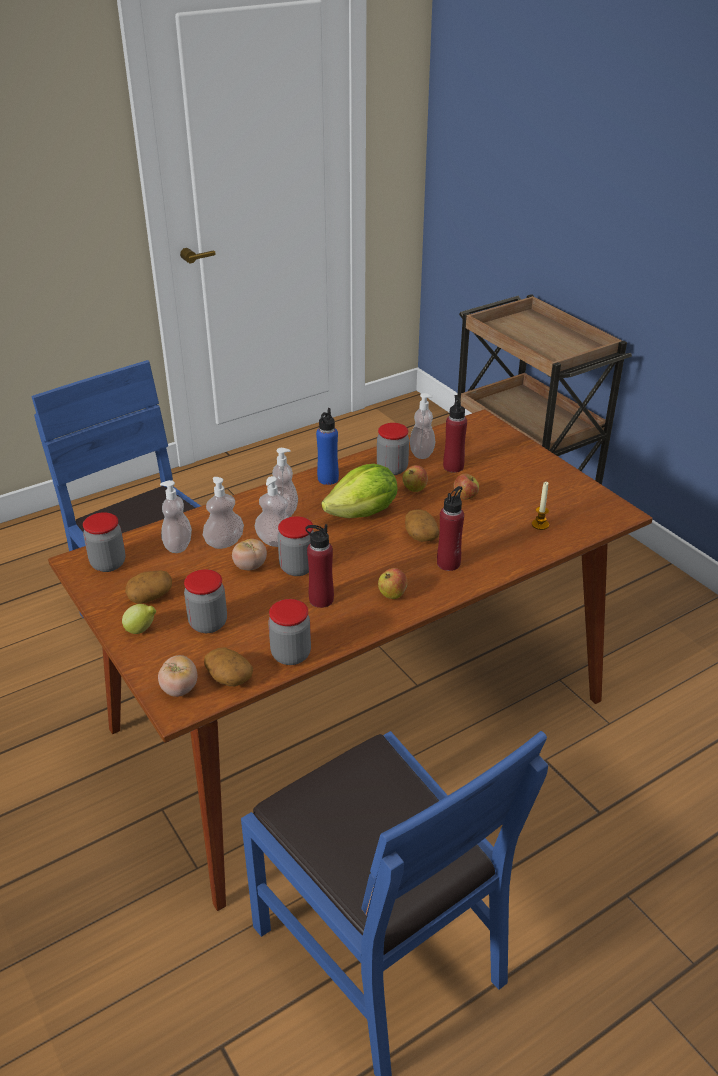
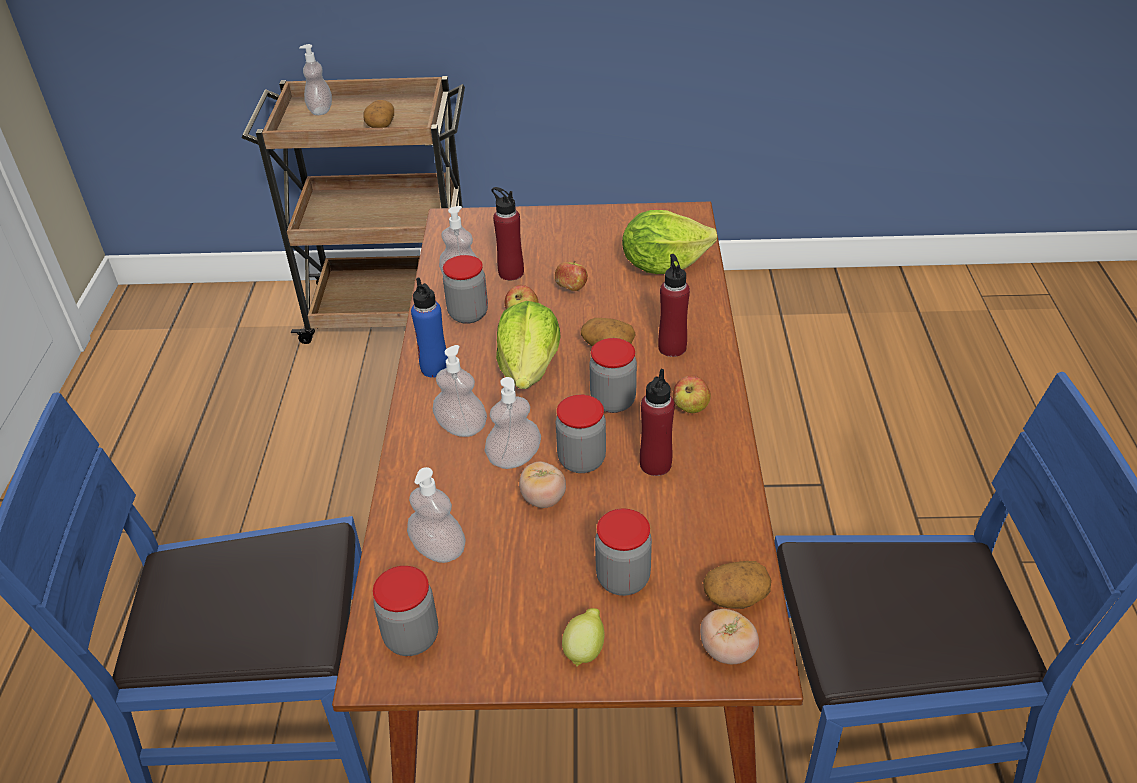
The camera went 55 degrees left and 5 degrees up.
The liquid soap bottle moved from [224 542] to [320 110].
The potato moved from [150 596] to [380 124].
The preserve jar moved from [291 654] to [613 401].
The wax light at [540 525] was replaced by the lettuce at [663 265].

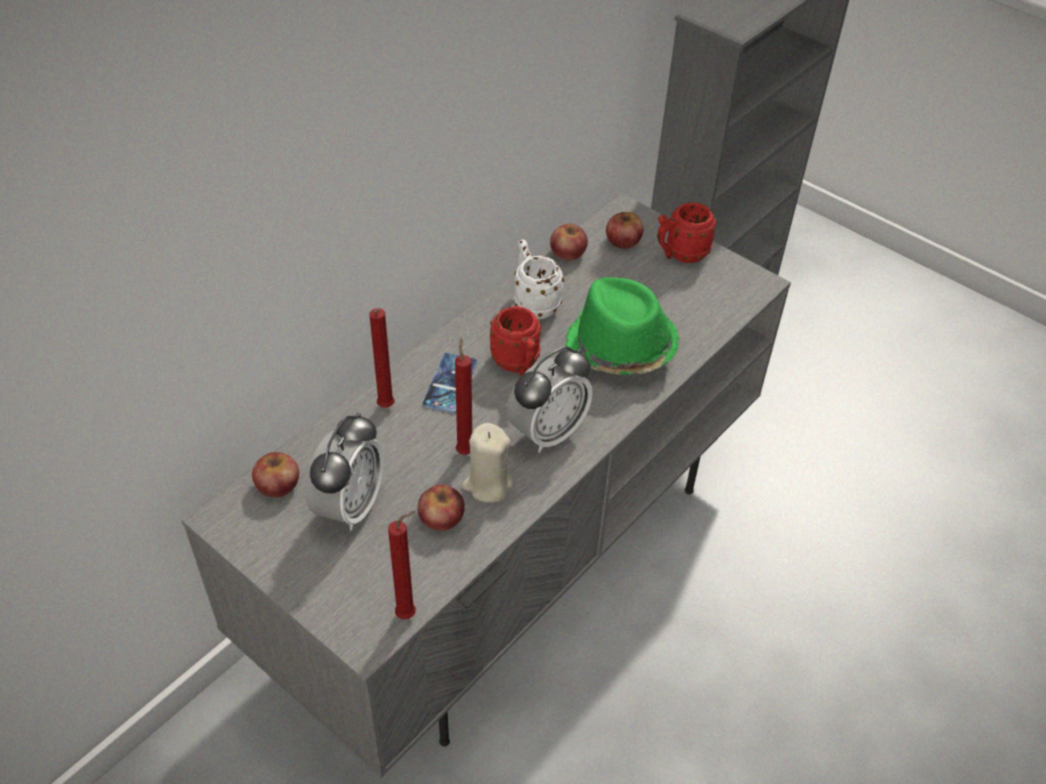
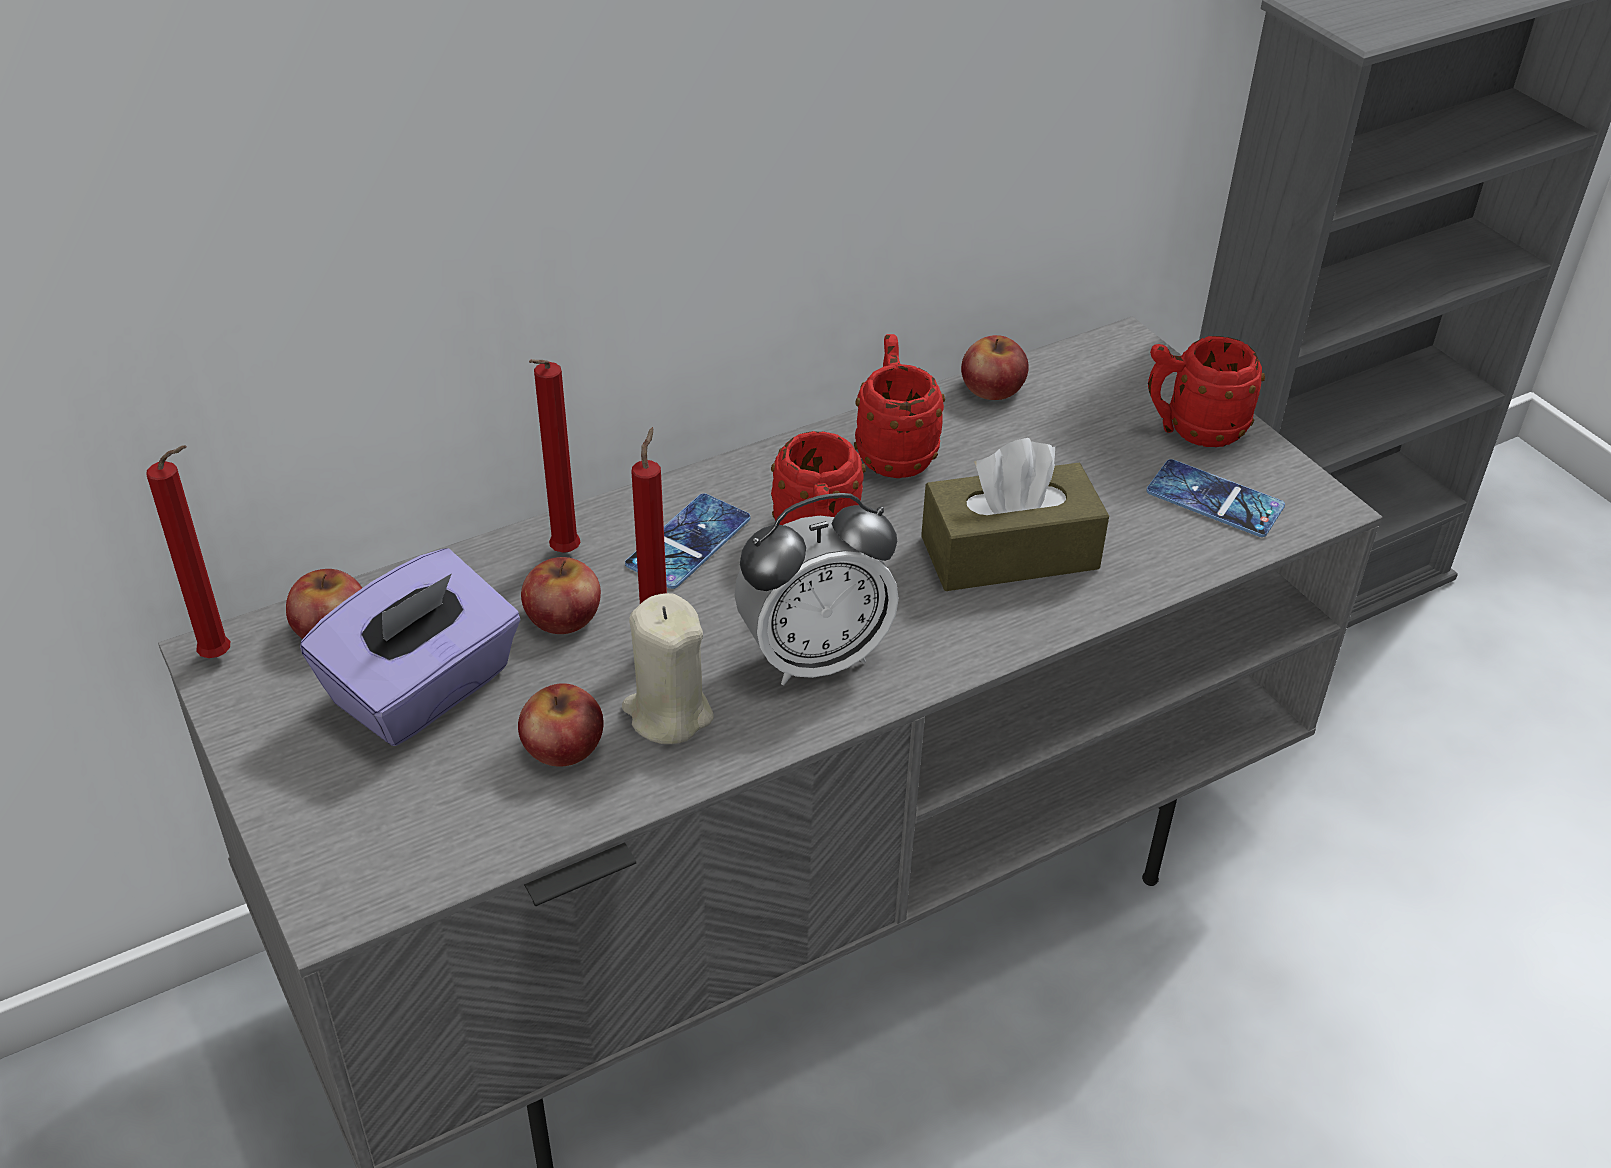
The camera went 20 degrees right and 5 degrees down.
The wax light (red-coloured) moved from [409 614] to [222 657].
The table clock at [349 506] was replaced by the box of tissues (purple) at [424 689].
The whole apple moved from [623 240] to [563 616].
The mug (white) at [533 302] became the mug (red-coloured) at [893 450].
The wearable hat (green) at [619 348] was replaced by the box of tissues (brown) at [1009 553].
The telephone at [1214 499] appeared.

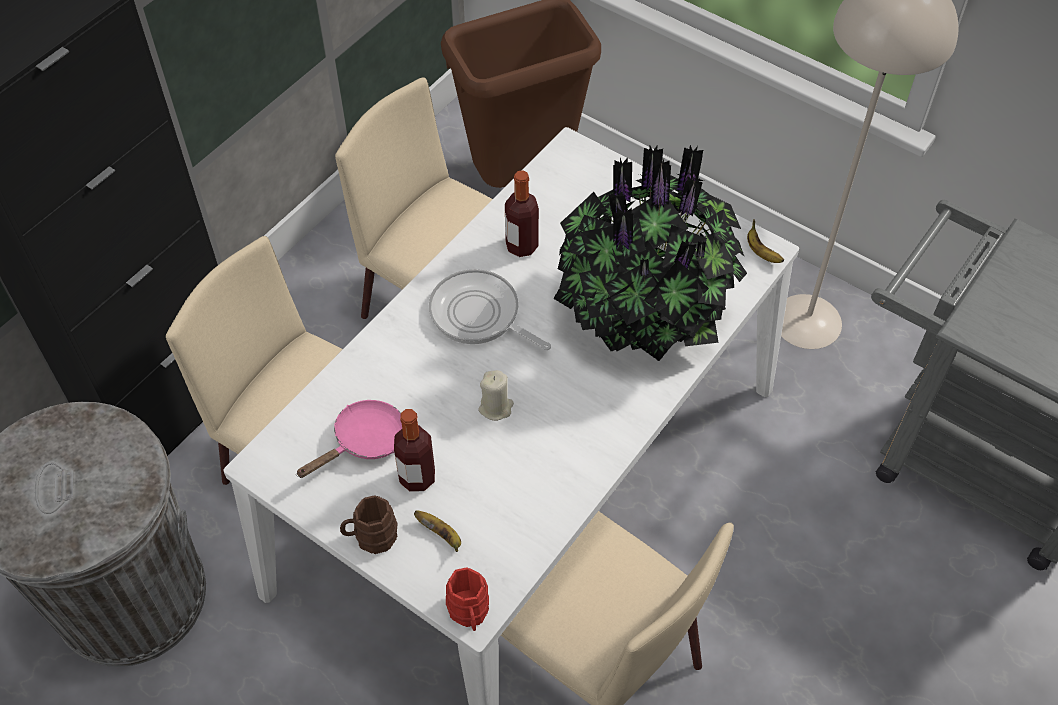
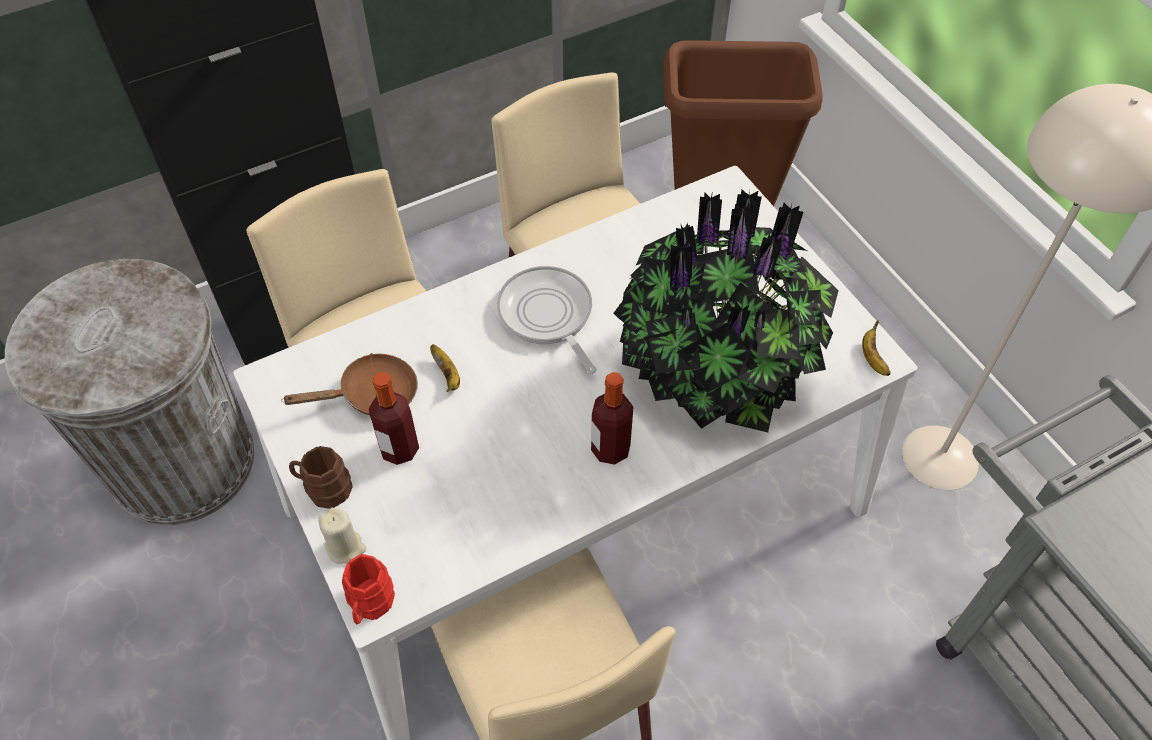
The camera went 25 degrees right and 0 degrees up.
The skillet (pink-coloured) at [364 441] became the skillet (brown) at [371 395].
The wax light (beige) moved from [496 407] to [345 547].
The whole banana moved from [441 534] to [447 375].
The drink bottle moved from [521 246] to [610 449].

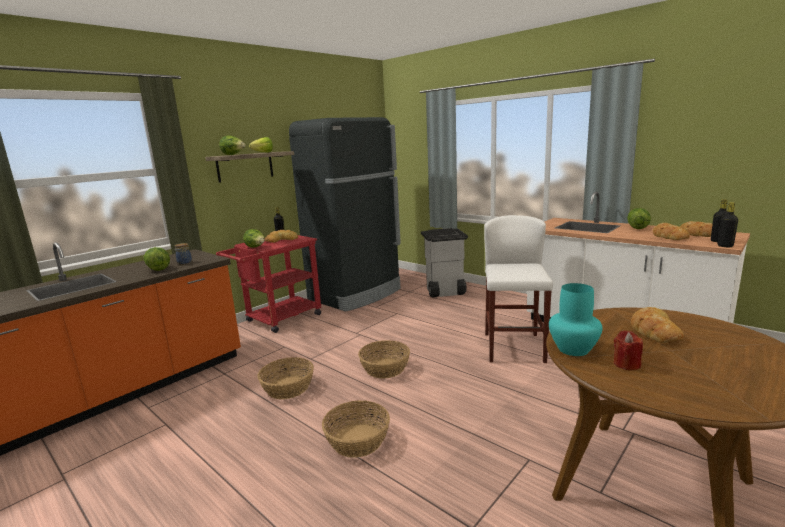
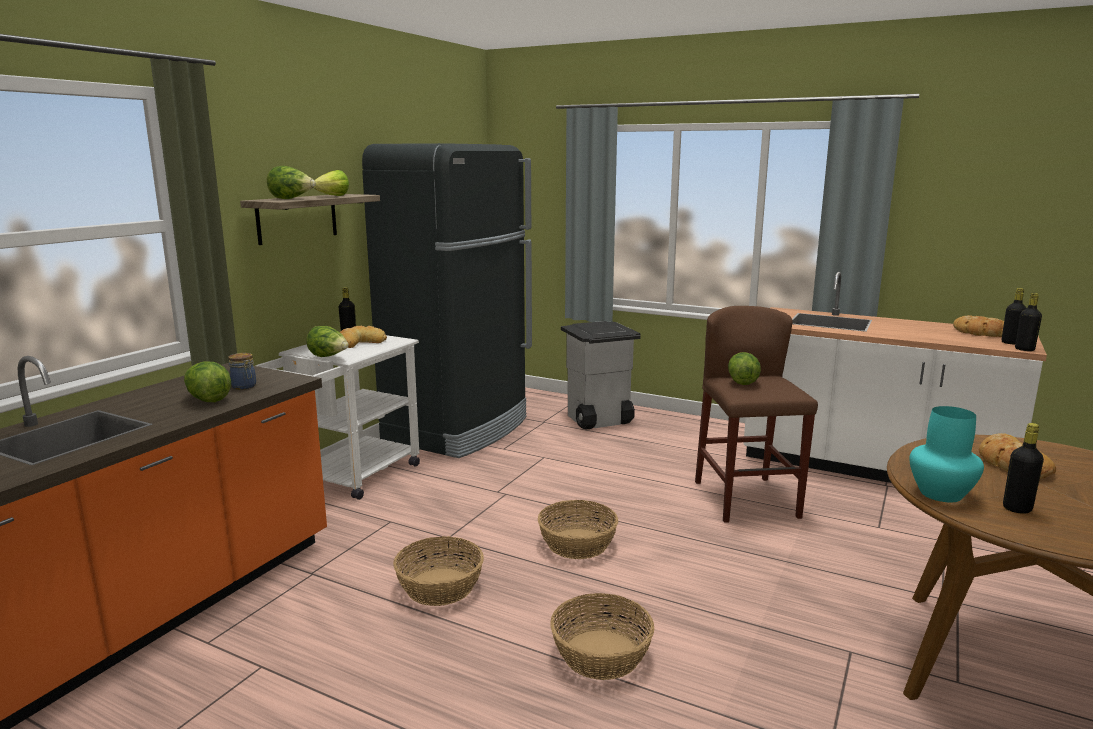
The camera went 15 degrees left and 0 degrees up.
The wheeled cart (red-coloured) at [278 320] became the wheeled cart (white) at [350 478].
The stool (white) at [514 347] became the stool (brown) at [746 499].
The lettuce moved from [637 228] to [742 382].
The wax light (red-coloured) at [626 364] was replaced by the drink bottle (blackish) at [1017 508].
The bakery bread at [668 236] disappeared.

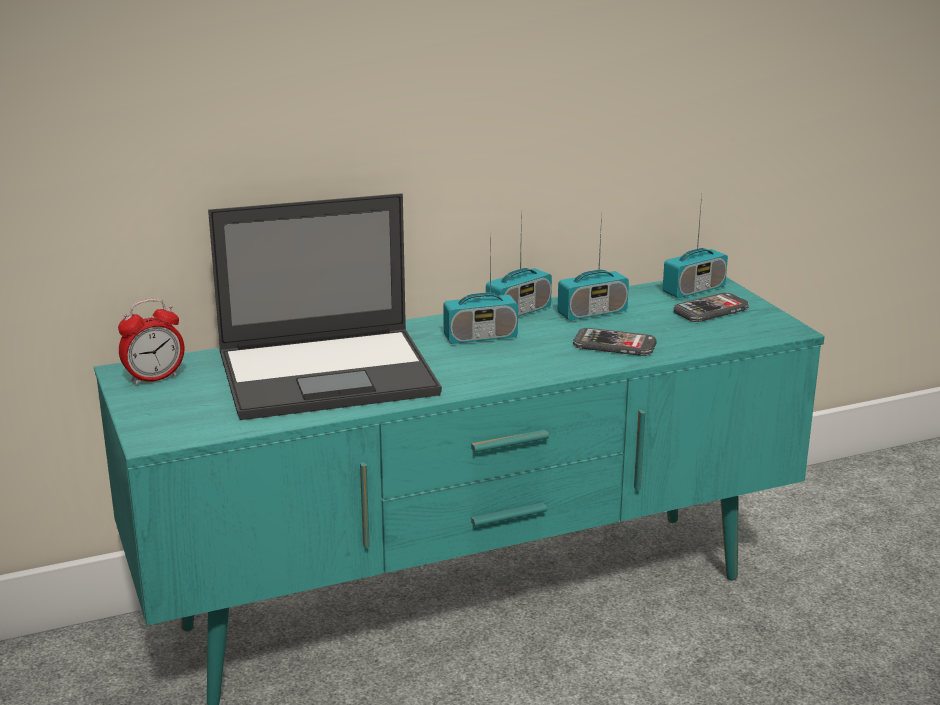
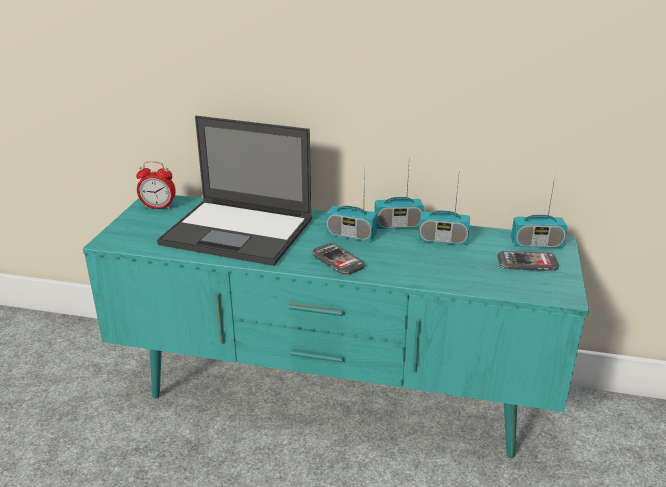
The camera went 35 degrees right and 5 degrees up.
The telephone moved from [614 345] to [337 261].

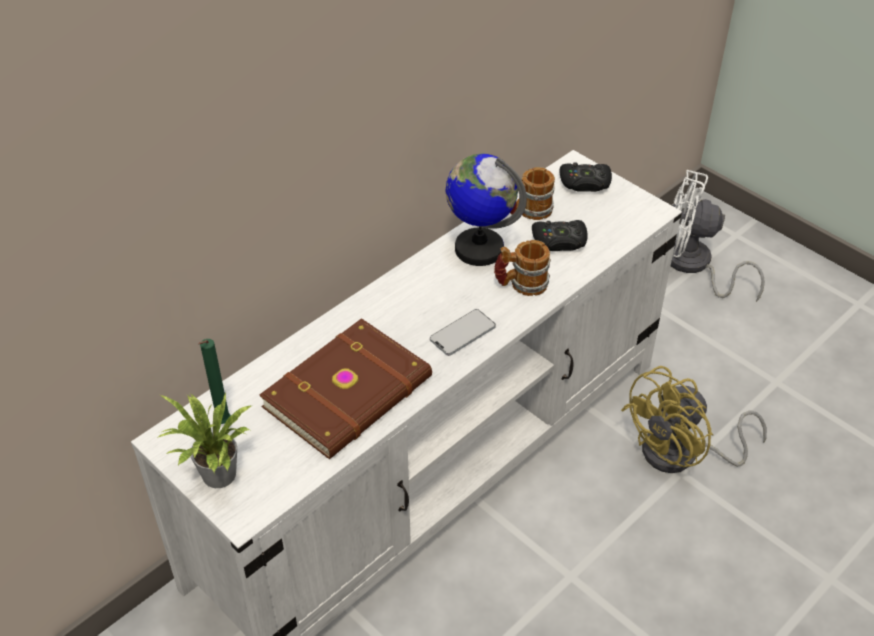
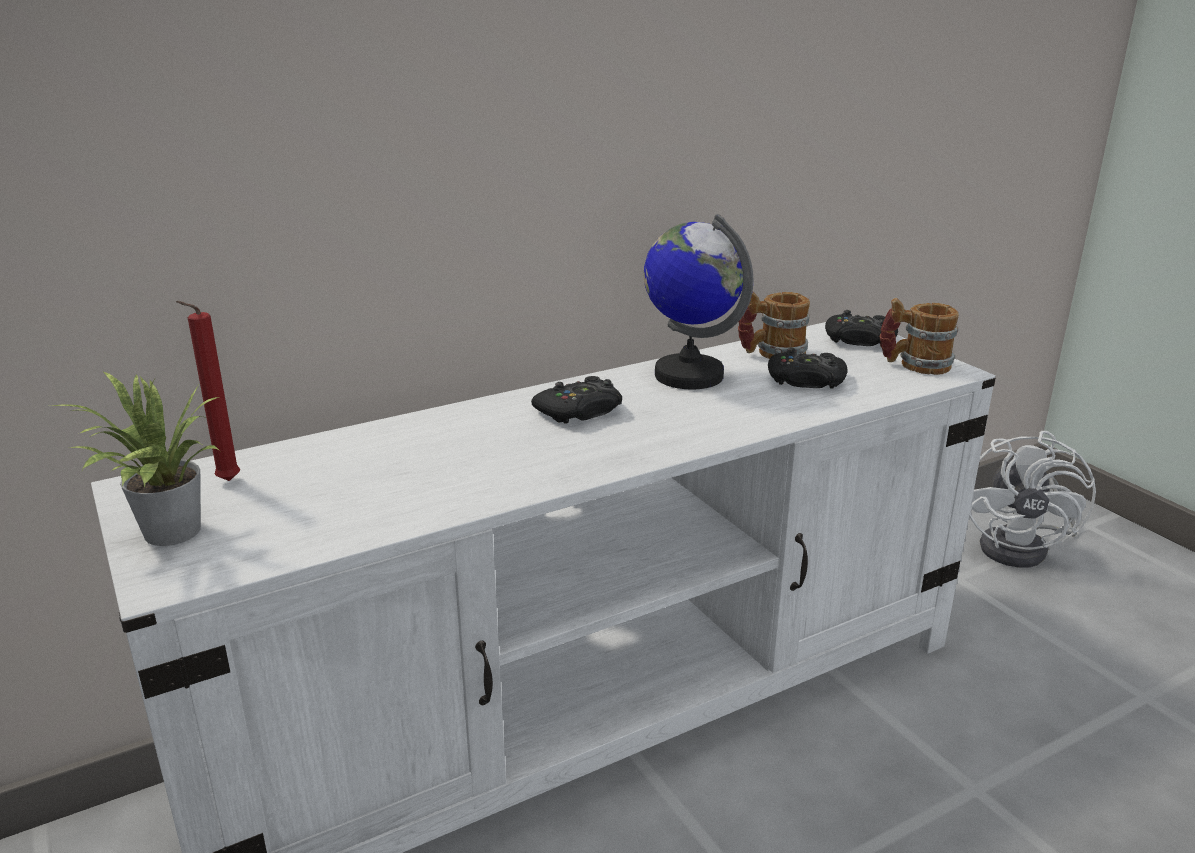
The camera went 15 degrees right and 20 degrees down.
The wax light (green) at [222 424] became the wax light (red-coloured) at [225 482].
The game controller (blackish) at [580 411] appeared.
The mug moved from [521 284] to [914 365].
The electric fan (white) at [693 266] turned 105 degrees counterclockwise.
The volume (brown) at [350 393] disappeared.
The telephone at [462 333] disappeared.
The electric fan (yellow) at [682 455] disappeared.

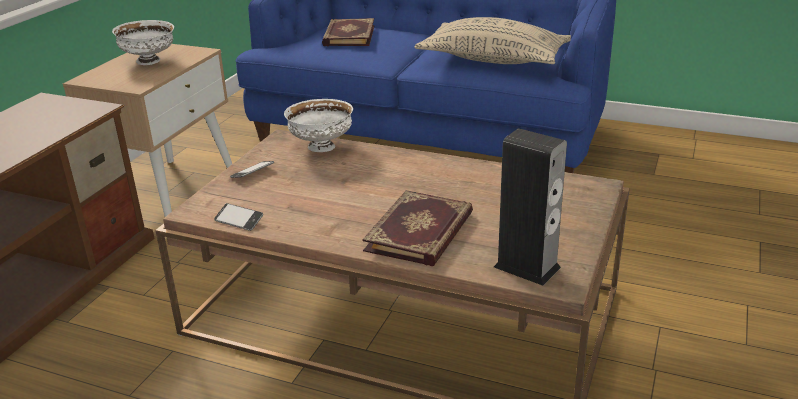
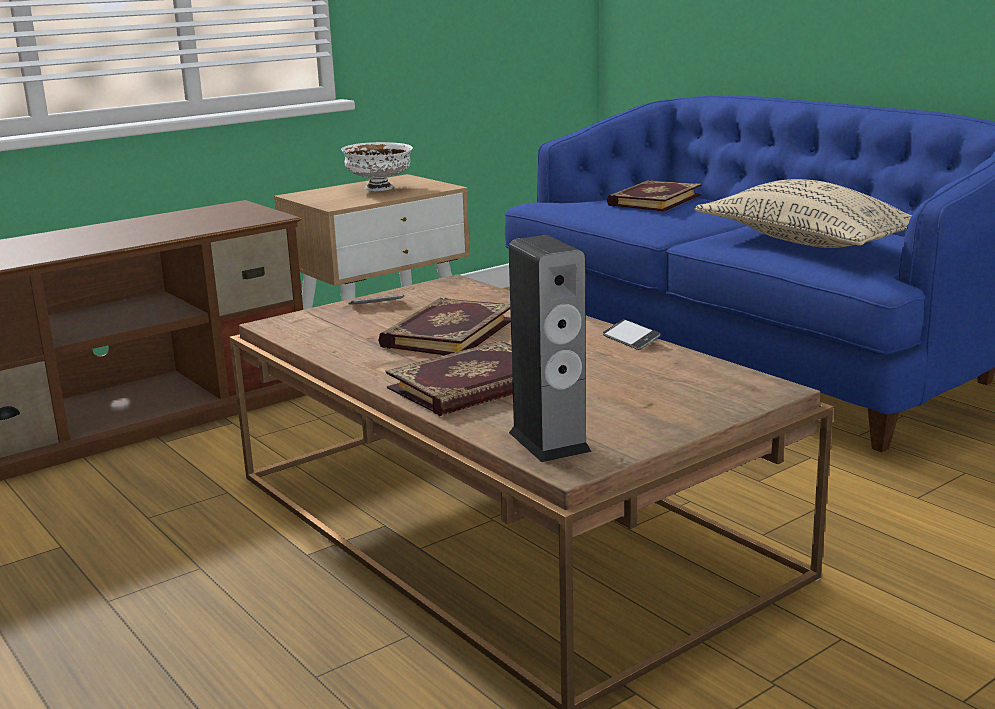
The camera went 30 degrees right and 10 degrees down.
The volume at [446 332] appeared.
The telephone moved from [239 220] to [631 340].
The serving bowl (white) at [321 146] disappeared.

